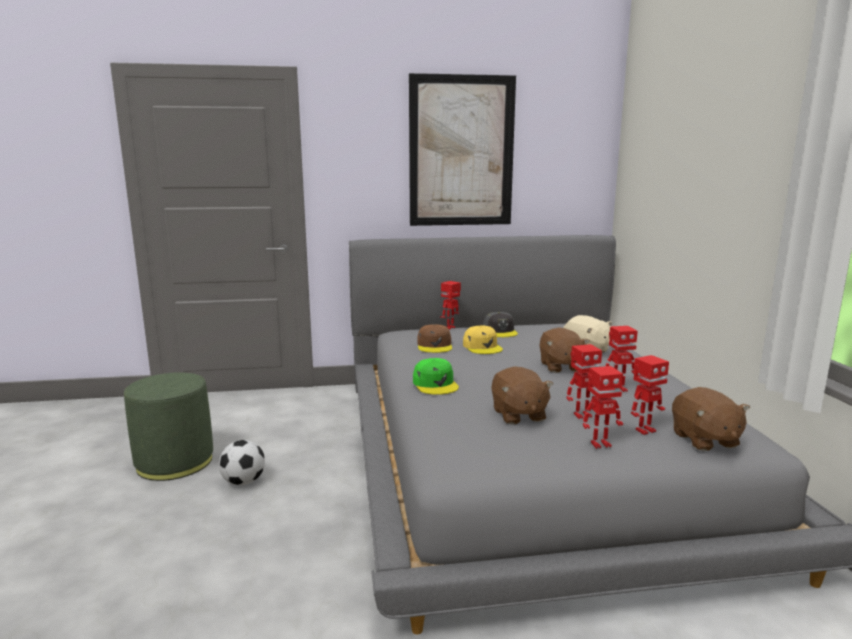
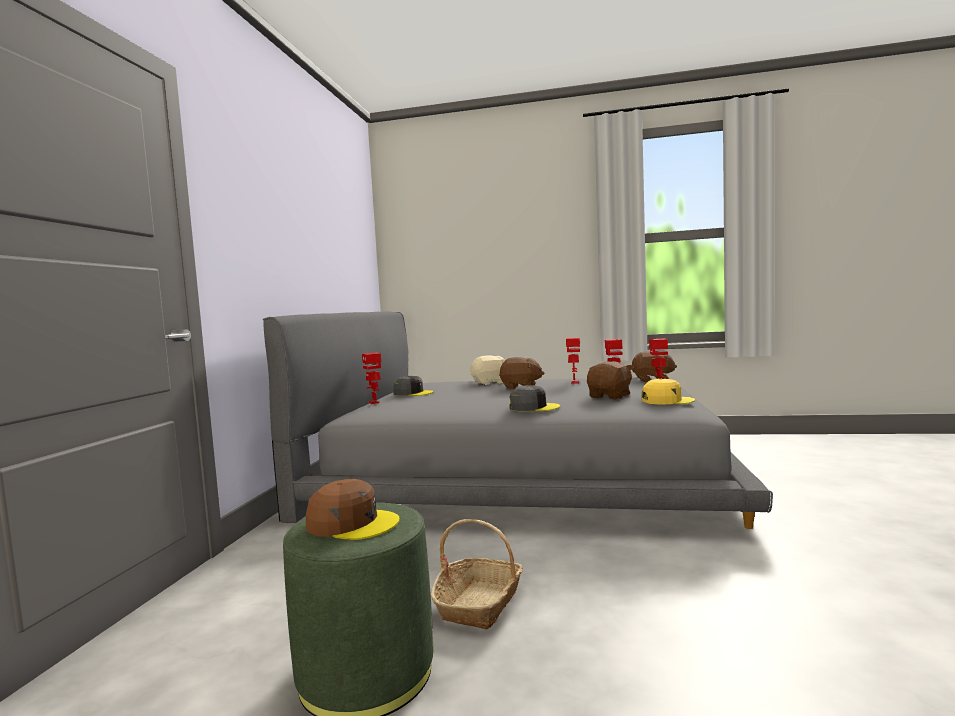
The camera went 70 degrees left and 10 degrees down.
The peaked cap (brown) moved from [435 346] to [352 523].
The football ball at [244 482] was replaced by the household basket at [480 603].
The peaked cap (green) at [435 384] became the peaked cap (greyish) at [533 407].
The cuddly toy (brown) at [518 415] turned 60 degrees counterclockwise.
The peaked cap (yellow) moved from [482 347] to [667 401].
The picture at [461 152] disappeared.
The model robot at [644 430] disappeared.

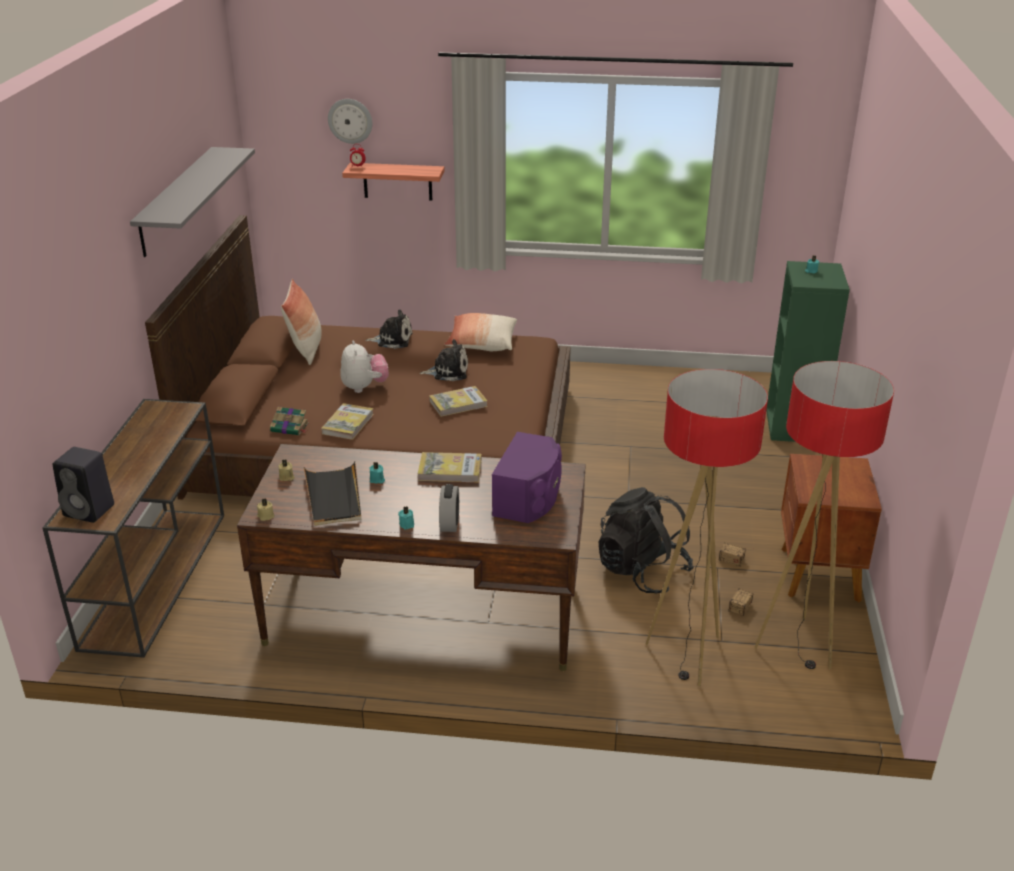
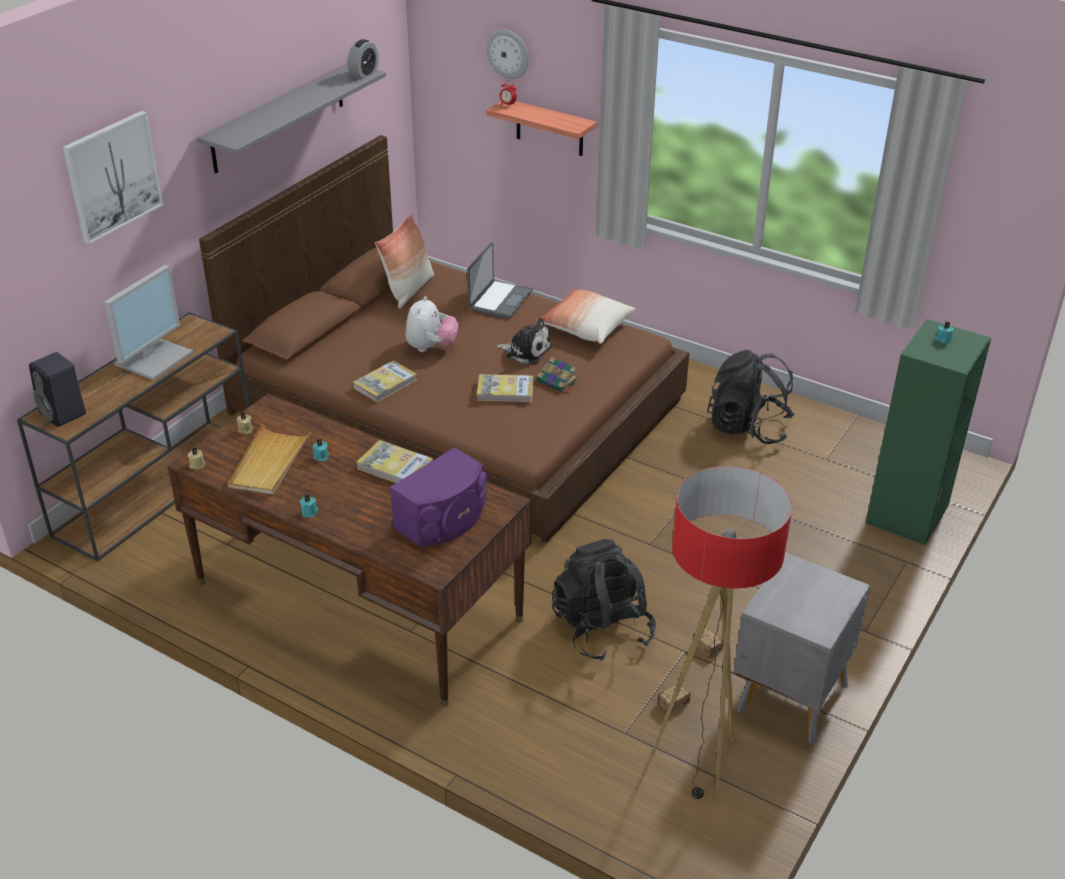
The camera went 25 degrees right and 5 degrees up.
The picture at [112 176] appeared.
The computer screen at [154 358] appeared.
The carrying tray (blackish) at [334 497] became the carrying tray (beige) at [269 463].
The table clock moved from [449 523] to [364 74].
The cuddly toy at [392 340] was replaced by the portable computer at [499 300].
The volume moved from [290 428] to [558 382].
The rucksack (blackish) at [748 427] appeared.
The nightstand (brown) at [818 575] became the nightstand (greyish) at [789 697].
The floor lamp at [687 656] disappeared.

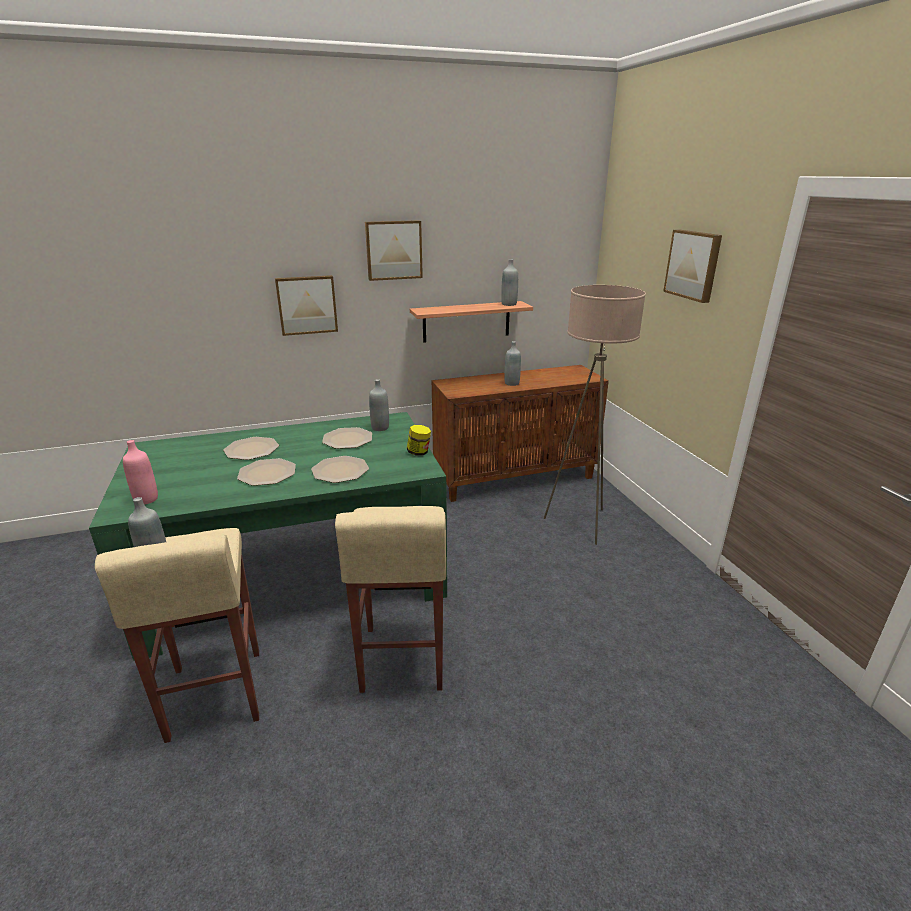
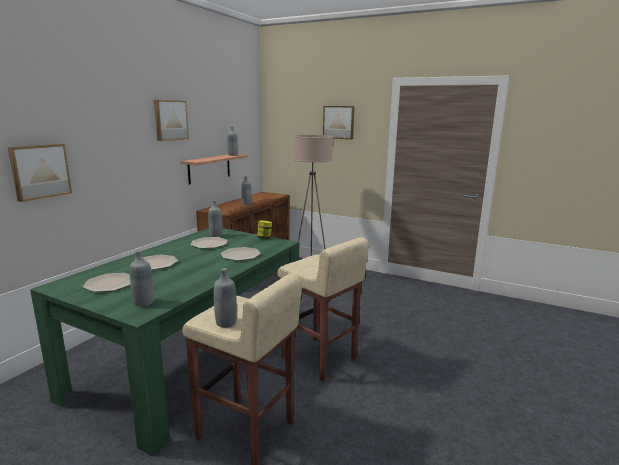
The camera went 45 degrees left and 10 degrees down.
The picture moved from [307 305] to [39 171].
The flat dish moved from [267 473] to [110 283].
The drink bottle (pink-coloured) at [146 499] became the drink bottle (greyish) at [143 303].

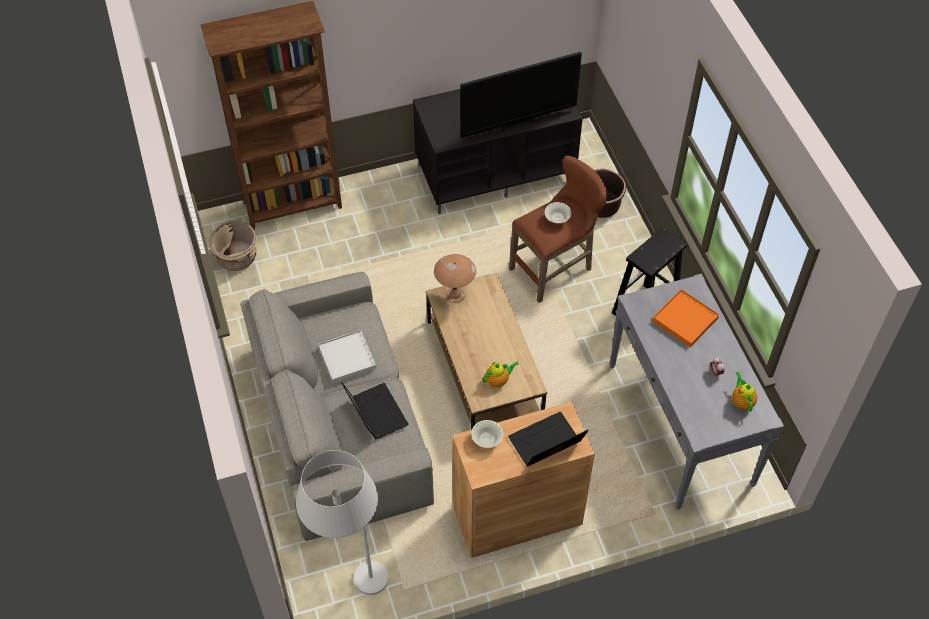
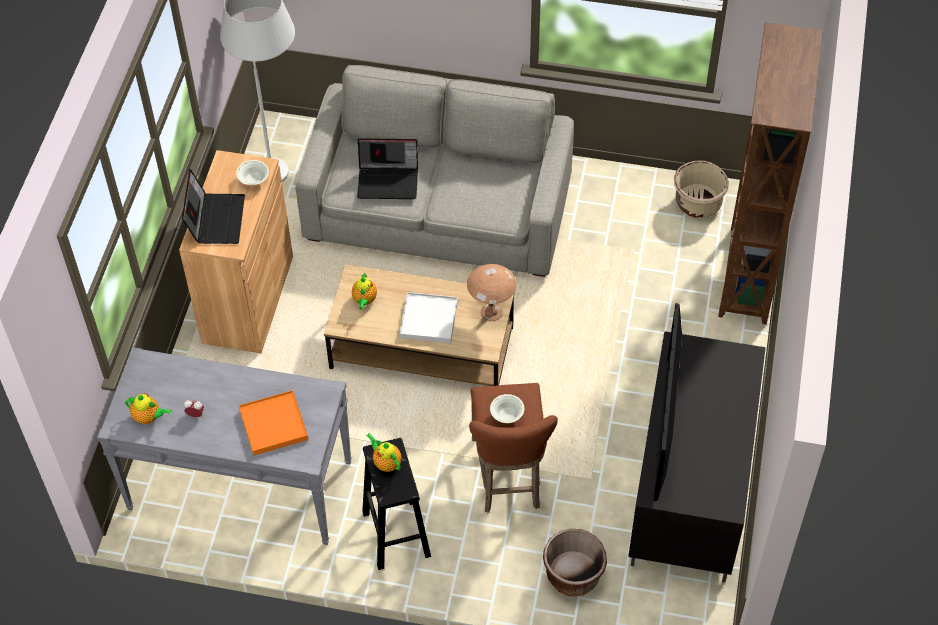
The camera went 120 degrees right and 0 degrees up.
The pot for tea at [386 462] appeared.
The carrying tray (white) moved from [347 358] to [428 320].

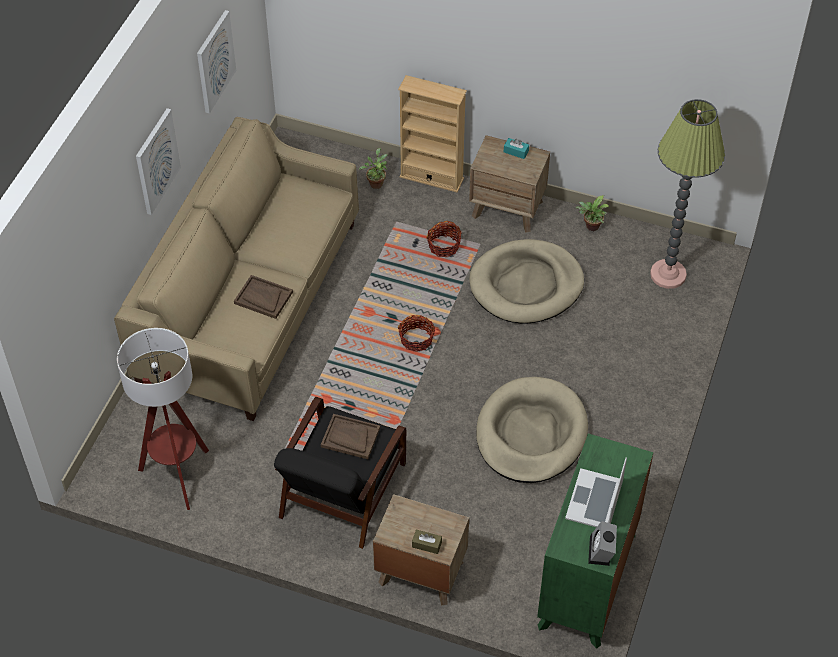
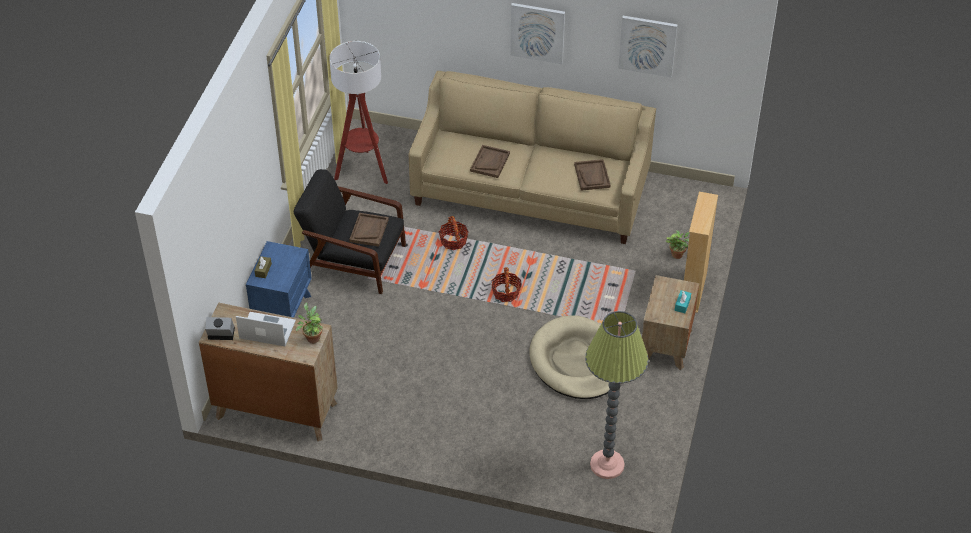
The camera went 85 degrees right and 5 degrees down.
The dresser (green) at [587 580] became the dresser (brown) at [276 410].
The nightstand (brown) at [420 572] became the nightstand (bluish) at [283 309].
The plant in a pot moved from [591 227] to [312 337].
The household basket moved from [444 246] to [453 241].
The carrying tray (brown) at [592 176] appeared.
The pet bed (beige) at [531 433] disappeared.

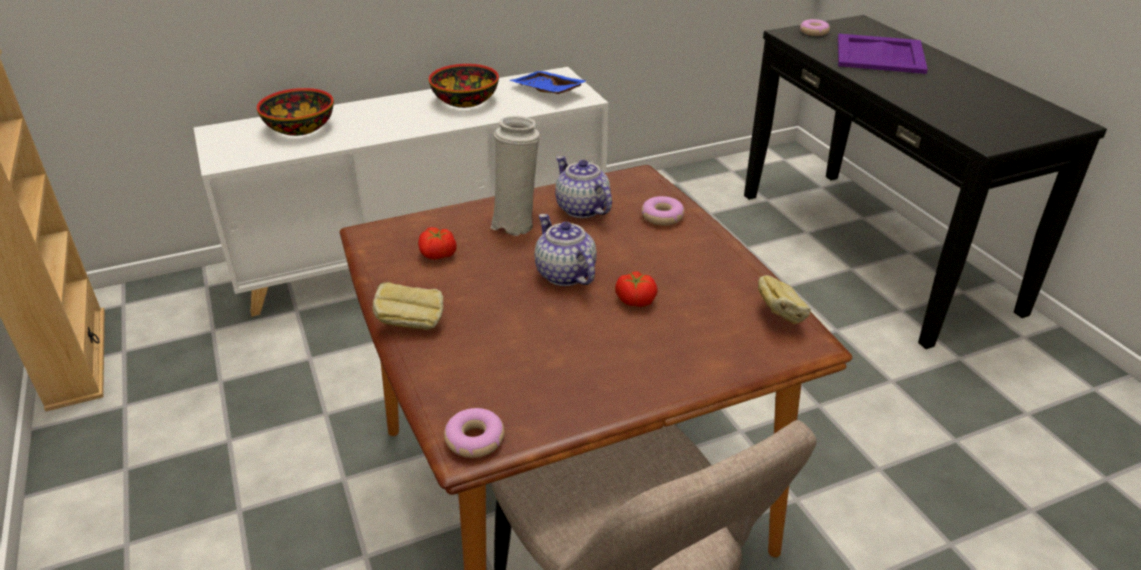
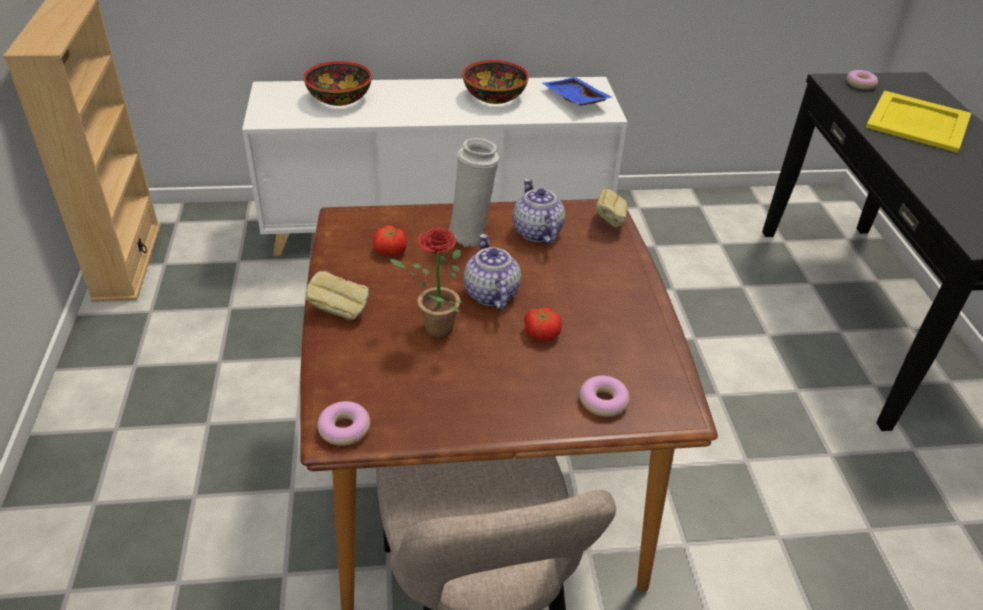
The camera went 15 degrees right and 5 degrees up.
The plant in a pot at [432 328] appeared.
The doughnut moved from [662 217] to [603 401].
The bakery bread moved from [779 317] to [610 222].
The carrying tray (purple) at [880 54] became the carrying tray (yellow) at [919 122].

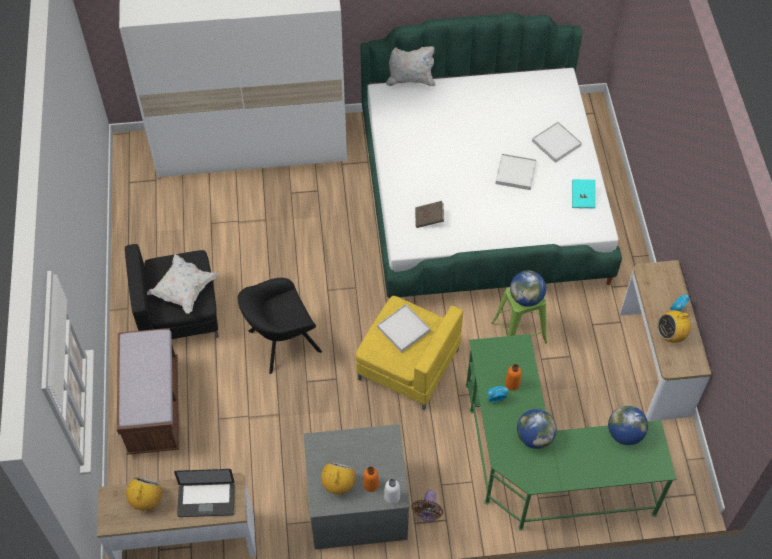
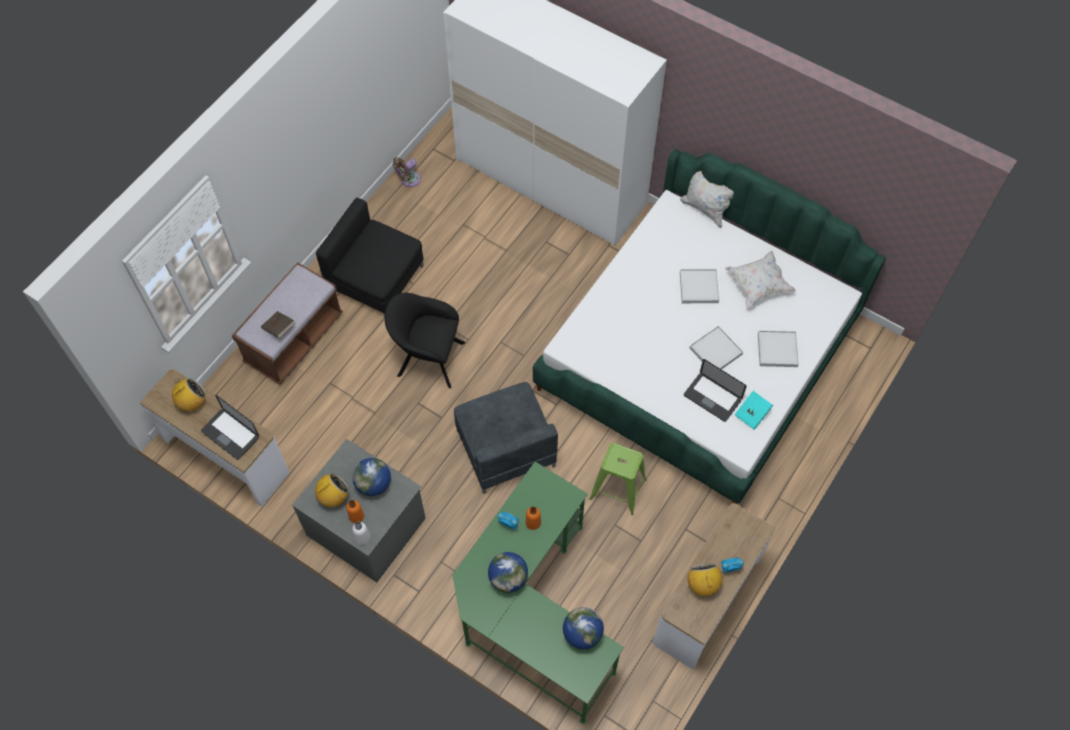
The camera went 40 degrees right and 5 degrees up.
The volume (brown) moved from [429 219] to [279 329].
The world globe moved from [526 298] to [373 484].
The electric fan (brown) moved from [428 513] to [409 180].
The armchair (yellow) at [407 364] became the armchair (greyish) at [506 447].
The carrying tray (white) moved from [403 329] to [699 287].
The portable computer at [712 397] appeared.
The radio at [670 335] turned 60 degrees clockwise.
The cushion (white) moved from [184 290] to [758 286].

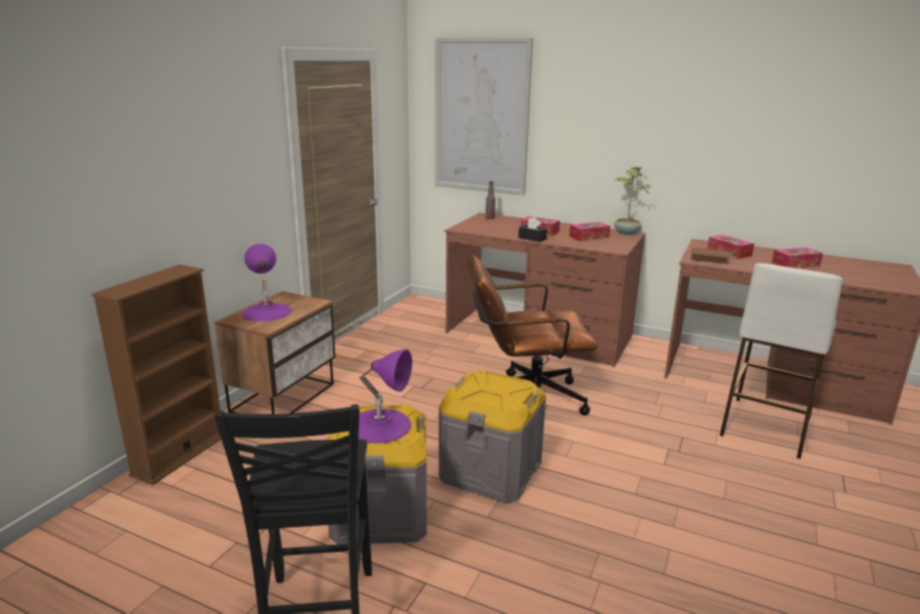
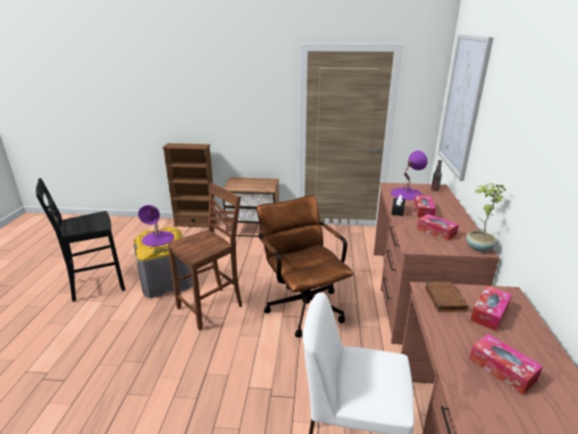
The camera went 70 degrees right and 5 degrees up.
The storage container (greyish) at [490 470] was replaced by the plain chair (brown) at [212 307].
The table lamp (purple) moved from [266 312] to [406 193].

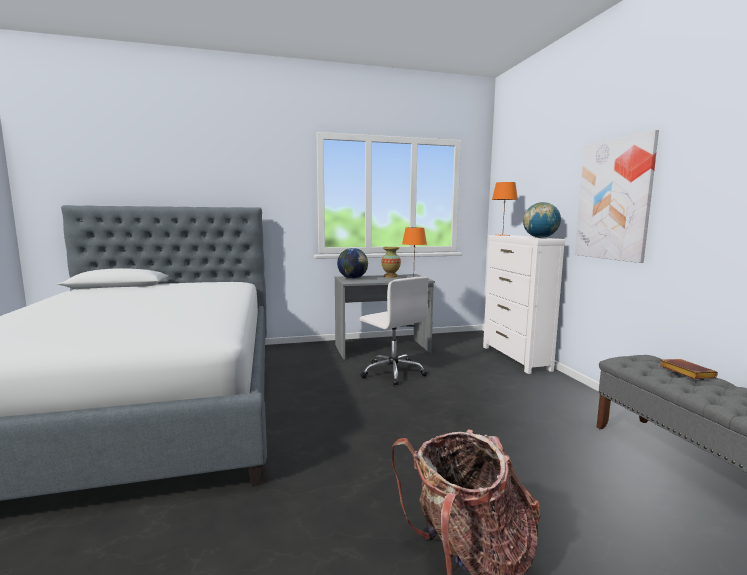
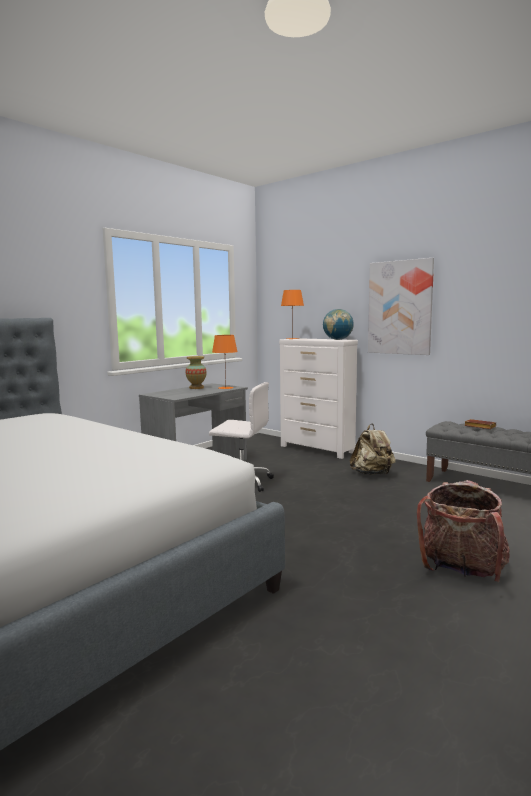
The camera went 35 degrees left and 0 degrees up.
The rucksack (beige) at [372 474] appeared.
The world globe at [353 278] disappeared.

